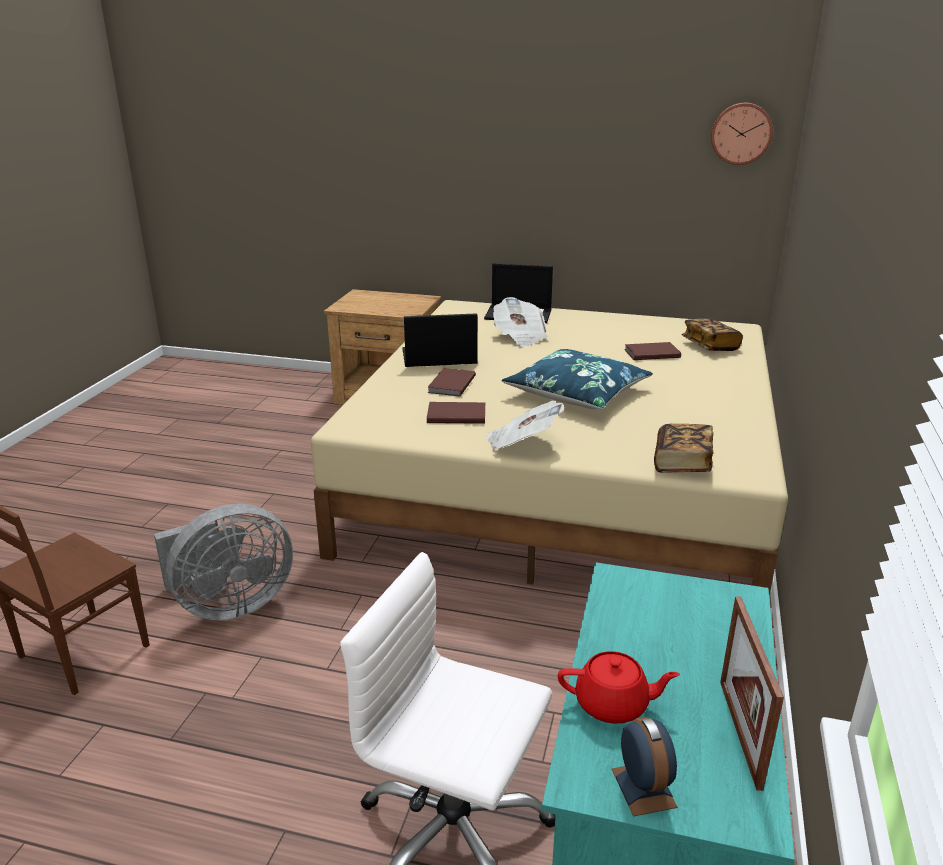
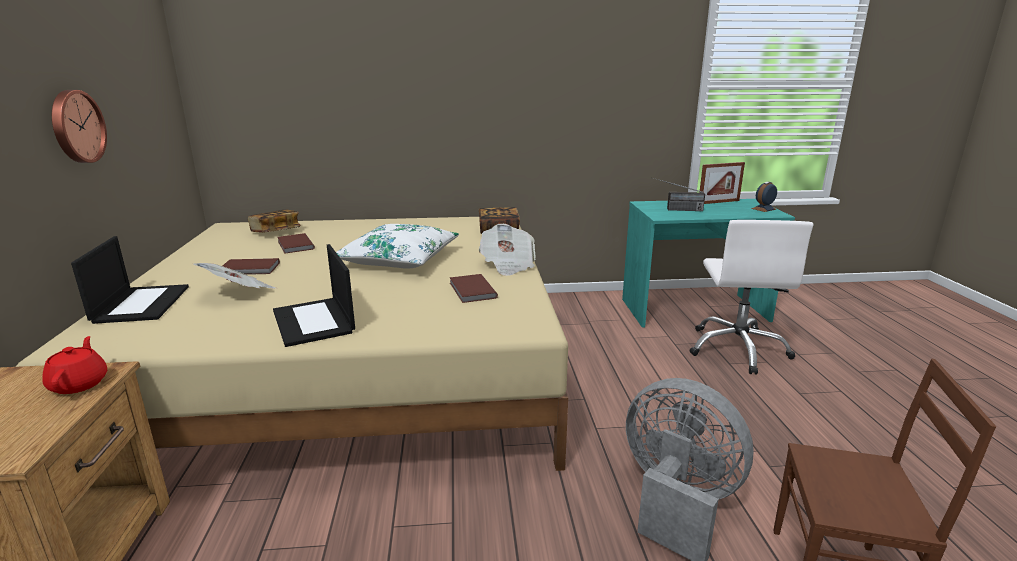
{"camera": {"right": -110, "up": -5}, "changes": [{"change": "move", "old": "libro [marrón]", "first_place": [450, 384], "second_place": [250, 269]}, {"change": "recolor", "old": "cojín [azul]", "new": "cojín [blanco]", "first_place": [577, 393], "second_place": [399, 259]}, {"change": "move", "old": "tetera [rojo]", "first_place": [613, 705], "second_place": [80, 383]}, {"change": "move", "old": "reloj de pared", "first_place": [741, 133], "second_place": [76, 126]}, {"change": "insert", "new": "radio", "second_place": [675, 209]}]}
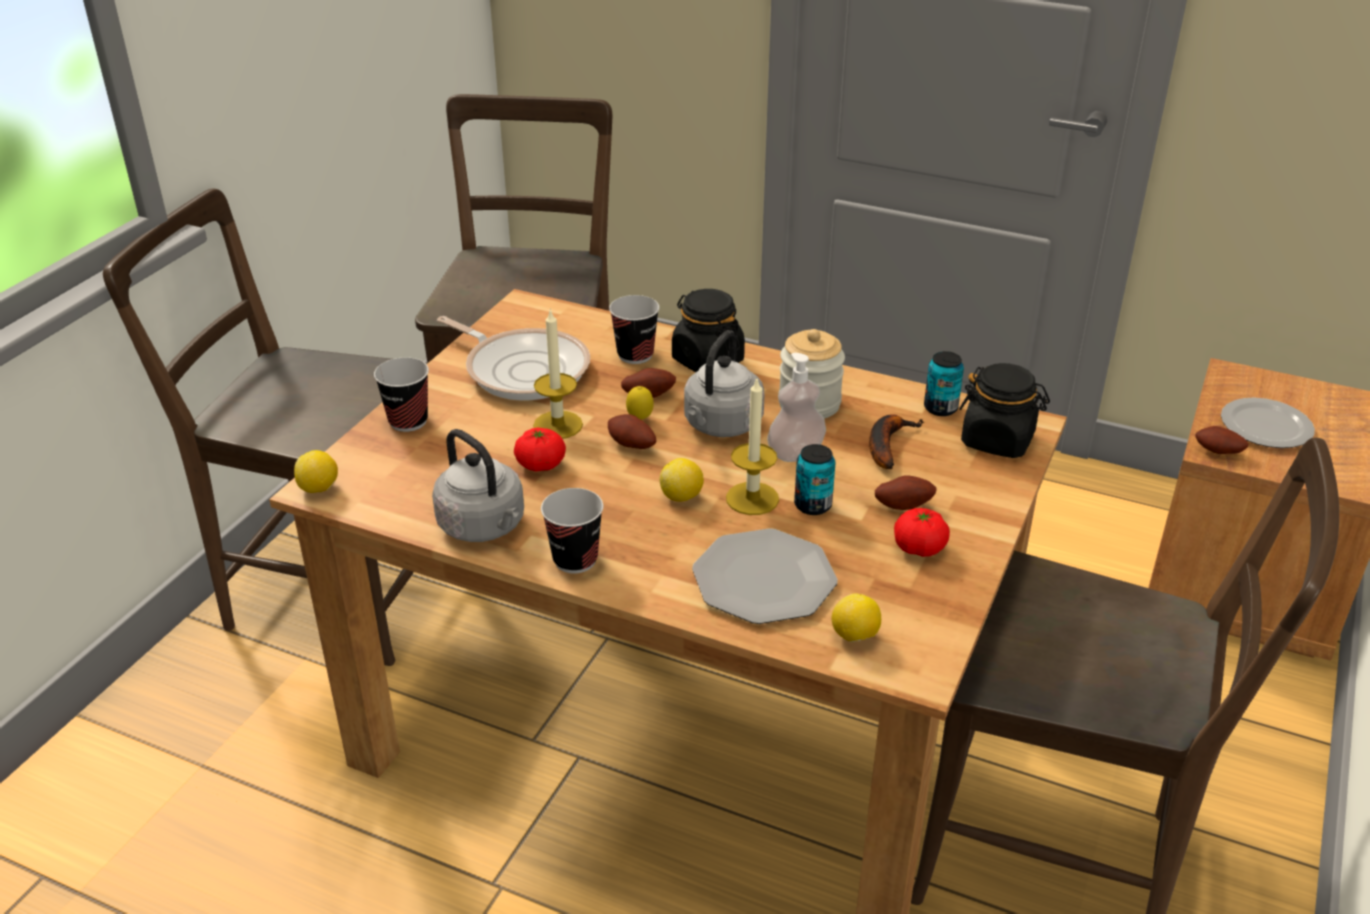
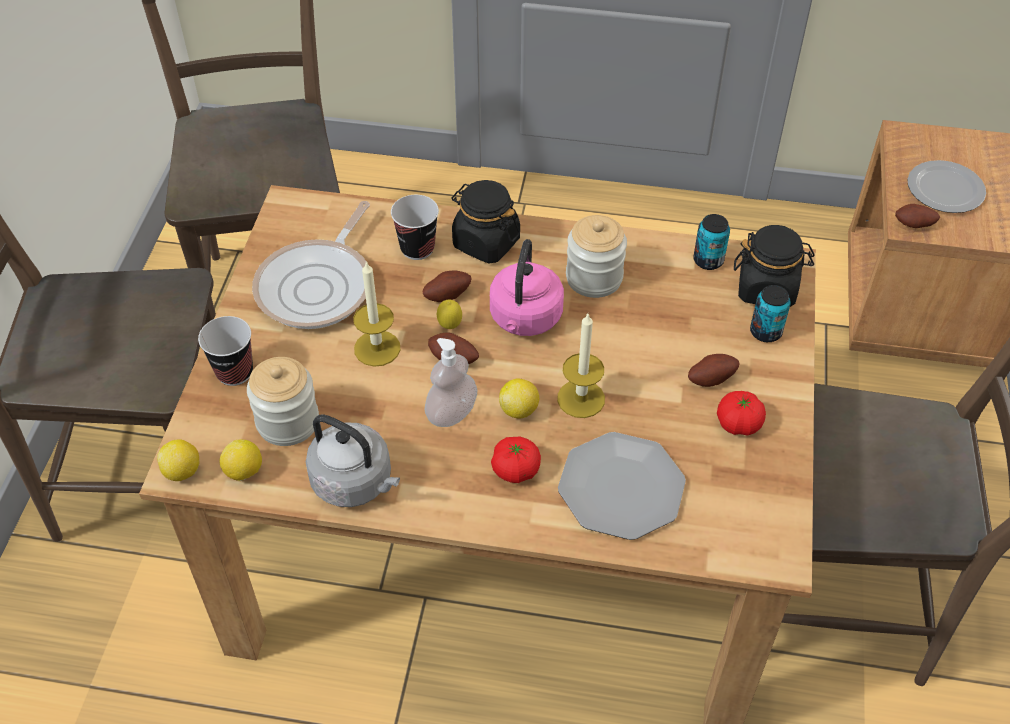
{"camera": {"right": -15, "up": 15}, "changes": [{"change": "rotate", "old": "sartén", "first_place": [523, 369], "second_place": [319, 286], "degrees": 90}, {"change": "move", "old": "tomate", "first_place": [541, 464], "second_place": [515, 469]}, {"change": "delete", "old": "taza", "first_place": [575, 560]}, {"change": "recolor", "old": "hervidor [gris]", "new": "hervidor [rosa]", "first_place": [721, 426], "second_place": [525, 319]}, {"change": "move", "old": "dispensador de jabón", "first_place": [795, 453], "second_place": [451, 413]}, {"change": "move", "old": "lata", "first_place": [812, 505], "second_place": [765, 332]}, {"change": "move", "old": "limón", "first_place": [855, 636], "second_place": [244, 472]}, {"change": "delete", "old": "plátano", "first_place": [887, 444]}, {"change": "insert", "new": "tarro", "second_place": [288, 422]}]}
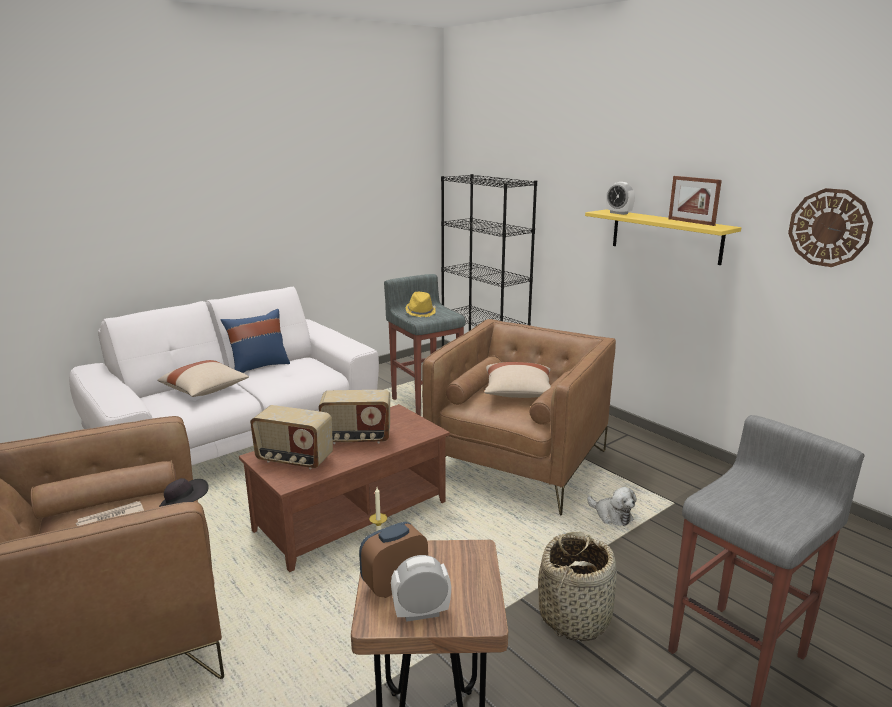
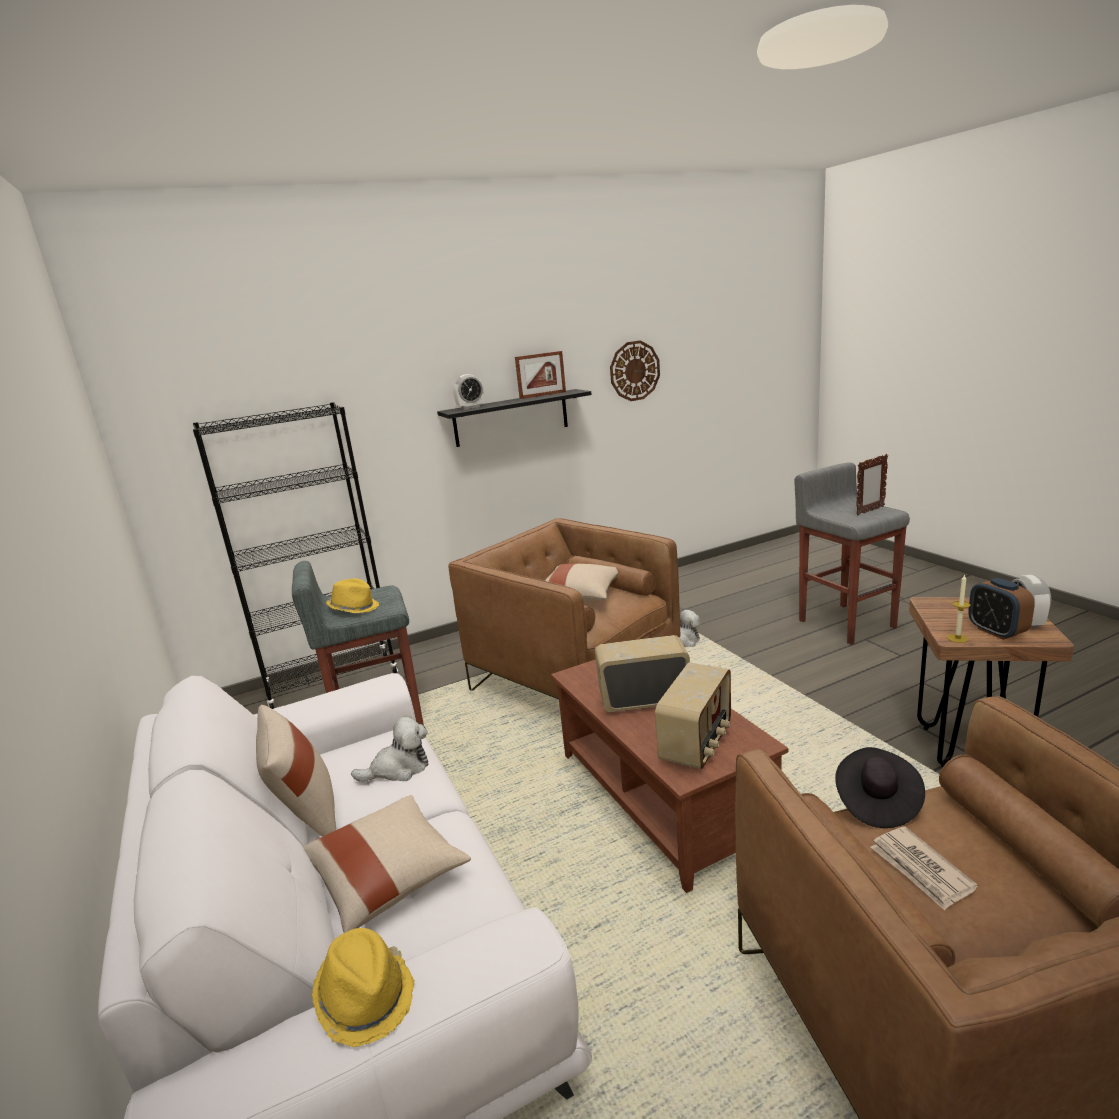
{"camera": {"right": -75, "up": 0}, "changes": [{"change": "recolor", "old": "cojín [azul]", "new": "cojín [beis]", "first_place": [259, 367], "second_place": [307, 817]}, {"change": "rotate", "old": "radio", "first_place": [356, 438], "second_place": [644, 700], "degrees": -105}, {"change": "delete", "old": "cesta", "first_place": [575, 616]}, {"change": "recolor", "old": "estante [amarillo]", "new": "estante [negro]", "first_place": [665, 236], "second_place": [511, 418]}, {"change": "insert", "new": "sombrero [amarillo]", "second_place": [366, 997]}, {"change": "insert", "new": "peluche", "second_place": [399, 768]}, {"change": "insert", "new": "portarretratos", "second_place": [870, 511]}]}
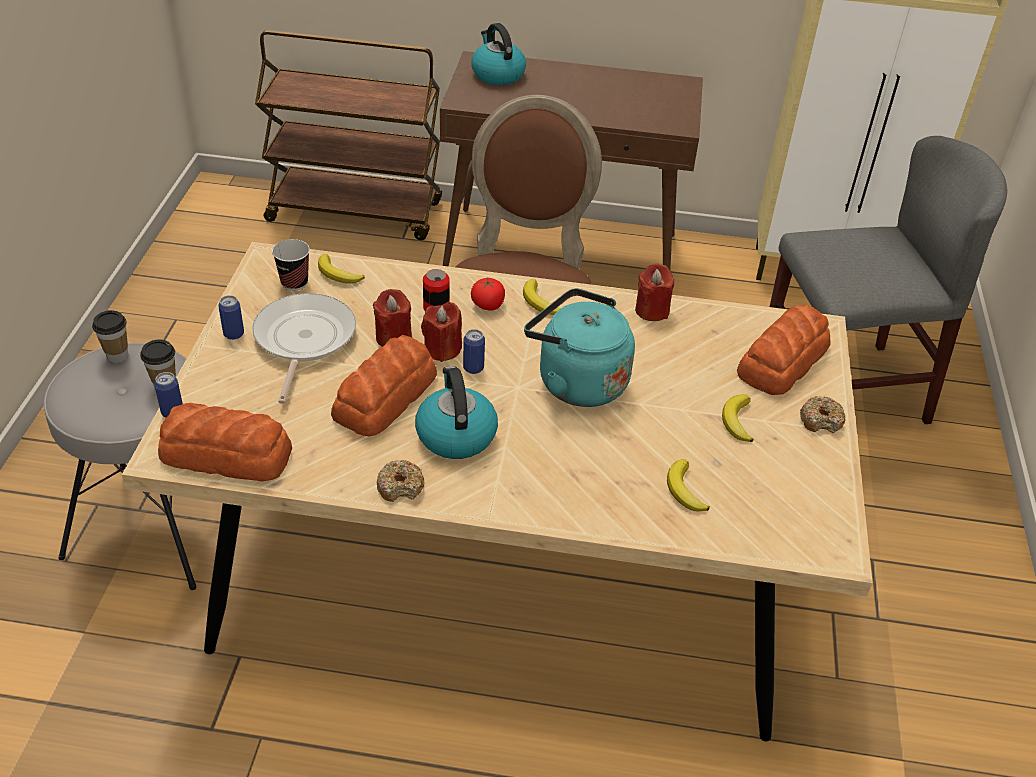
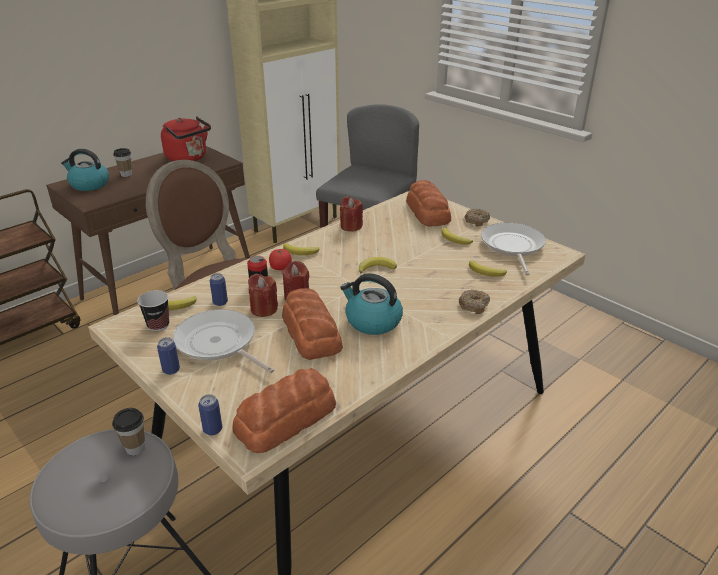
{"camera": {"right": -50, "up": -10}, "changes": [{"change": "move", "old": "taza", "first_place": [117, 356], "second_place": [126, 174]}, {"change": "move", "old": "rosquilla", "first_place": [400, 487], "second_place": [473, 305]}, {"change": "move", "old": "lata", "first_place": [473, 368], "second_place": [220, 302]}, {"change": "replace", "old": "hervidor [turquesa]", "new": "plátano", "first_place": [576, 381], "second_place": [376, 268]}, {"change": "insert", "new": "hervidor [rojo]", "second_place": [188, 158]}, {"change": "insert", "new": "sartén", "second_place": [512, 247]}]}
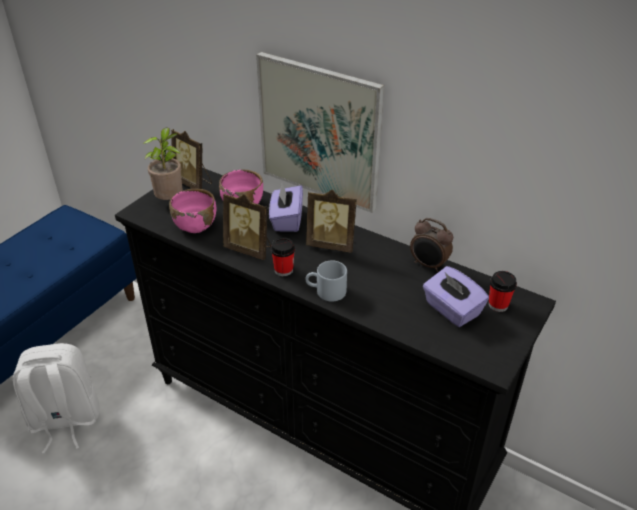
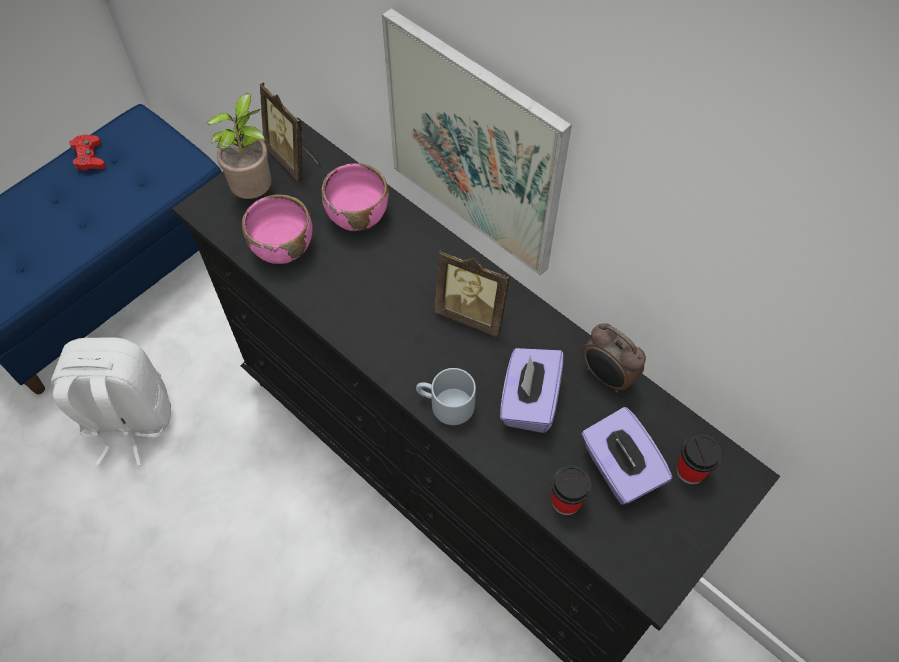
{"camera": {"right": 10, "up": 20}, "changes": [{"change": "delete", "old": "portarretratos", "first_place": [250, 249]}, {"change": "move", "old": "caja de pañuelos [morado]", "first_place": [286, 220], "second_place": [529, 401]}, {"change": "move", "old": "taza", "first_place": [283, 270], "second_place": [566, 501]}, {"change": "insert", "new": "mando de consola [rojo]", "second_place": [89, 157]}]}
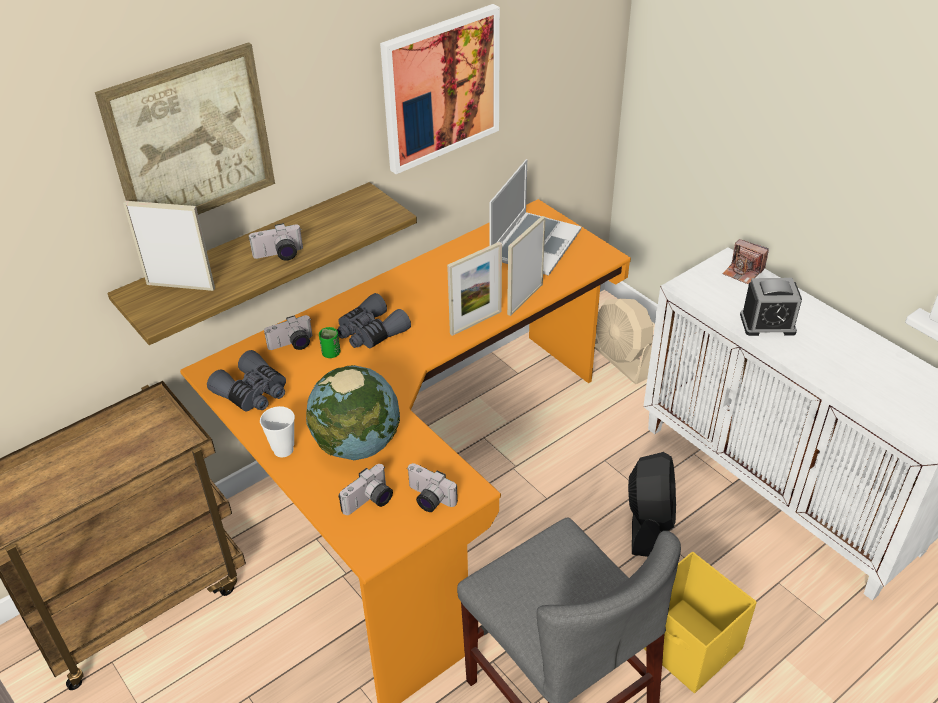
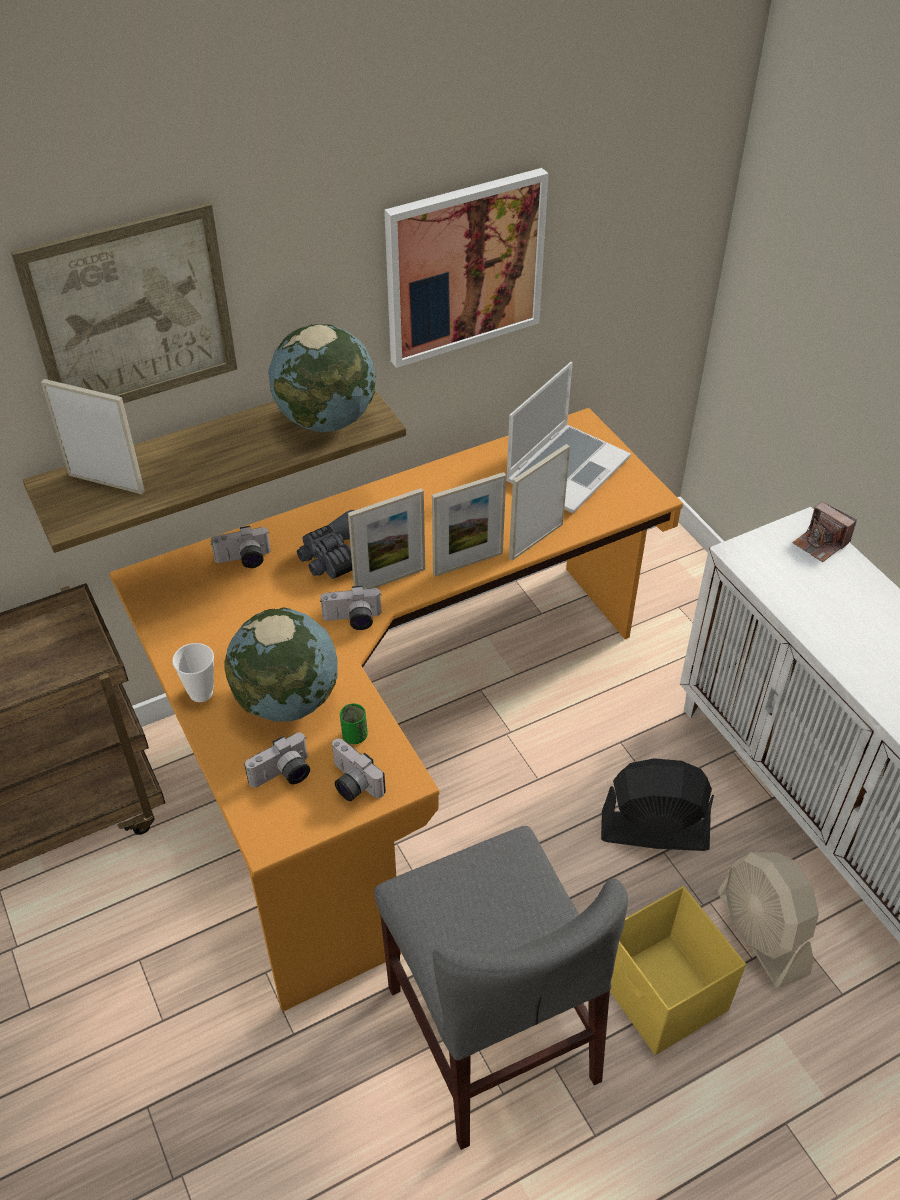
{"camera": {"right": 10, "up": 5}, "changes": [{"change": "delete", "old": "prismáticos [gris]", "first_place": [253, 393]}, {"change": "move", "old": "cámara", "first_place": [279, 255], "second_place": [353, 620]}, {"change": "move", "old": "taza [verde]", "first_place": [331, 353], "second_place": [354, 736]}, {"change": "move", "old": "ventilador [beis]", "first_place": [622, 360], "second_place": [762, 934]}, {"change": "rotate", "old": "ventilador [negro]", "first_place": [648, 522], "second_place": [654, 831], "degrees": -105}, {"change": "delete", "old": "despertador", "first_place": [767, 324]}, {"change": "insert", "new": "globo terráqueo", "second_place": [326, 420]}, {"change": "insert", "new": "portarretratos", "second_place": [390, 580]}]}
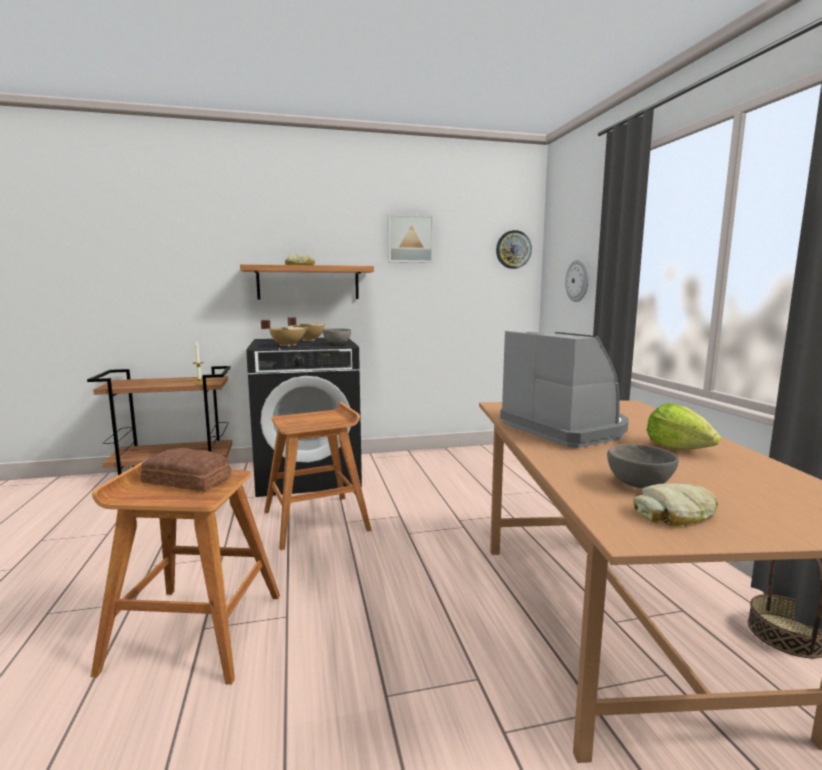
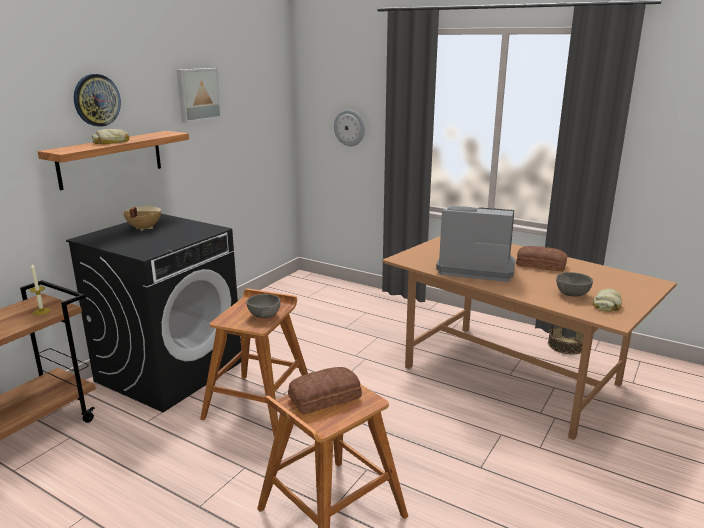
{"camera": {"right": -45, "up": 10}, "changes": [{"change": "delete", "old": "olla [beis]", "first_place": [287, 345]}, {"change": "move", "old": "cuenco [gris]", "first_place": [337, 344], "second_place": [264, 316]}, {"change": "move", "old": "reloj de pared", "first_place": [513, 249], "second_place": [96, 100]}, {"change": "replace", "old": "lechuga", "new": "pan", "first_place": [678, 448], "second_place": [540, 264]}]}
